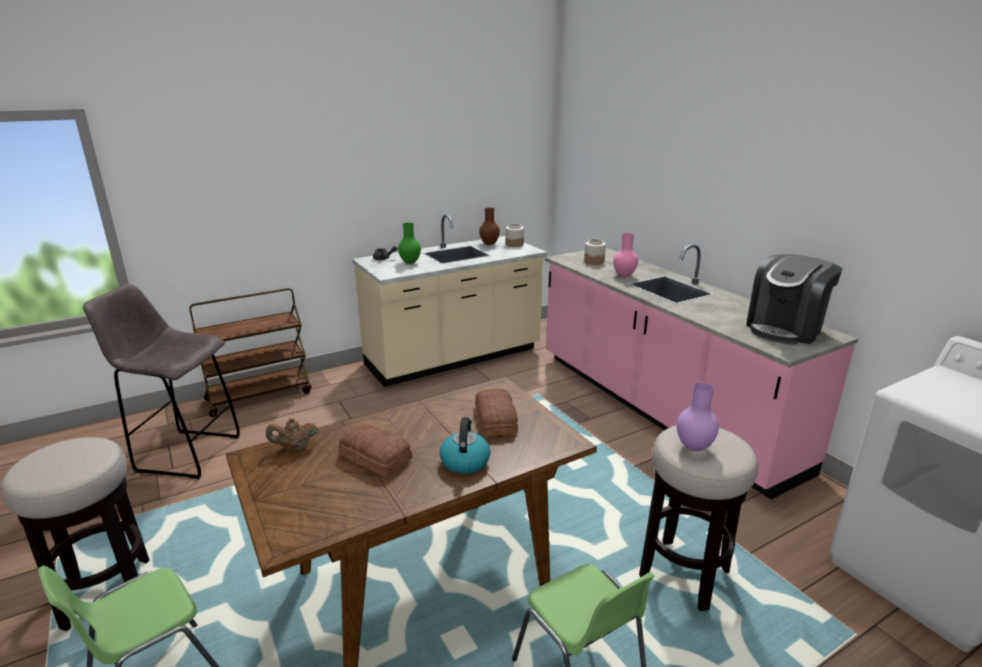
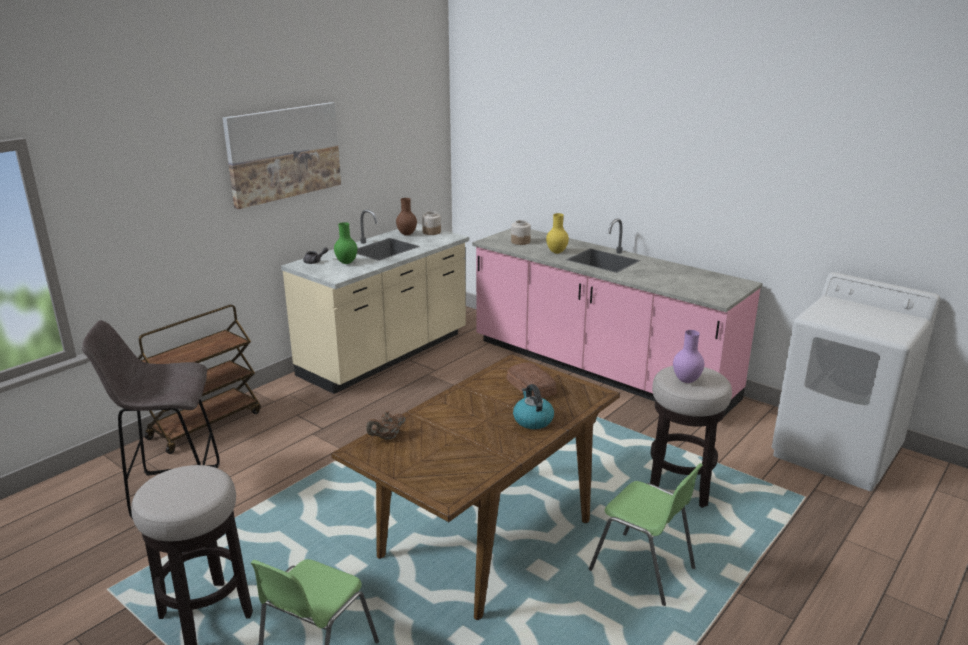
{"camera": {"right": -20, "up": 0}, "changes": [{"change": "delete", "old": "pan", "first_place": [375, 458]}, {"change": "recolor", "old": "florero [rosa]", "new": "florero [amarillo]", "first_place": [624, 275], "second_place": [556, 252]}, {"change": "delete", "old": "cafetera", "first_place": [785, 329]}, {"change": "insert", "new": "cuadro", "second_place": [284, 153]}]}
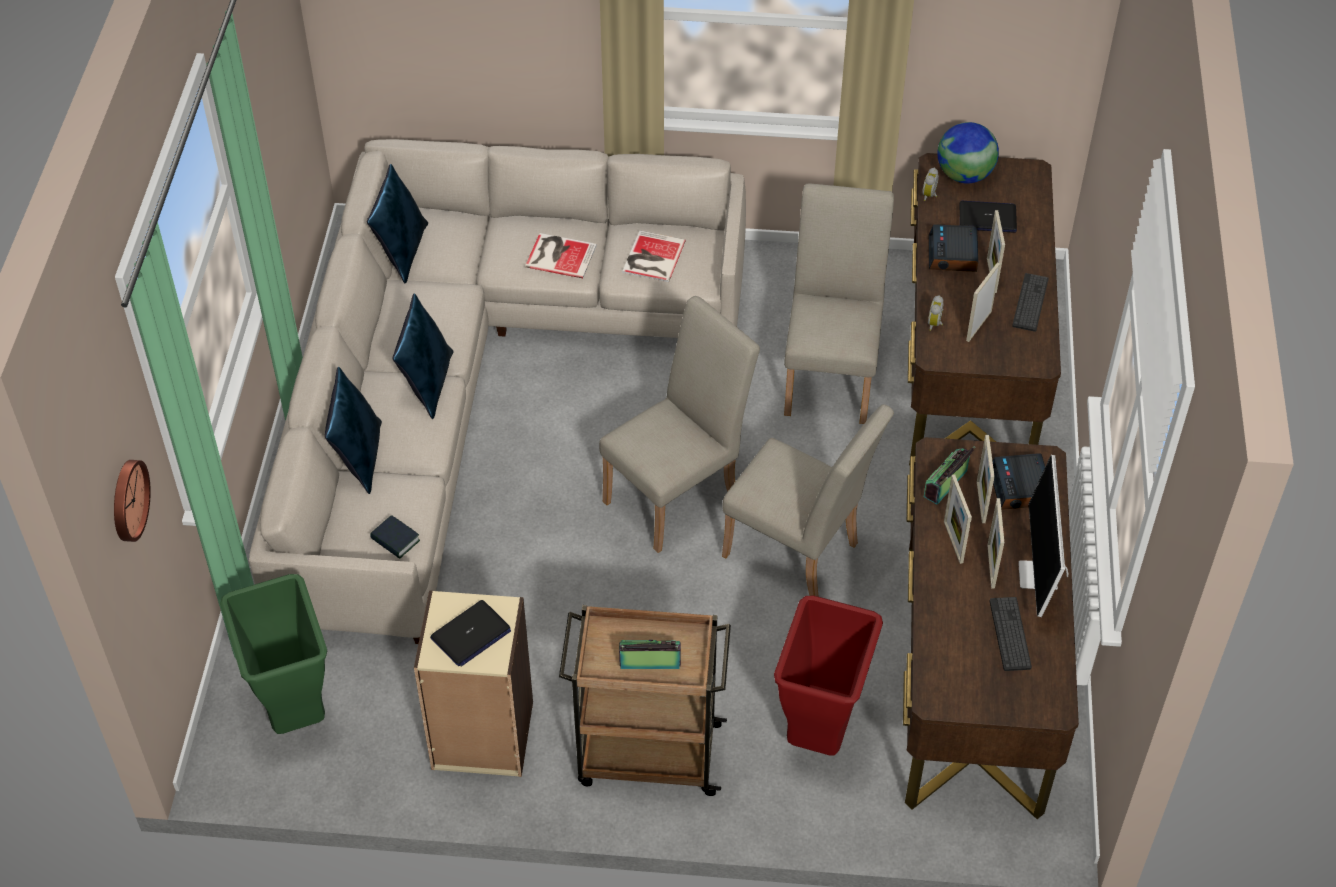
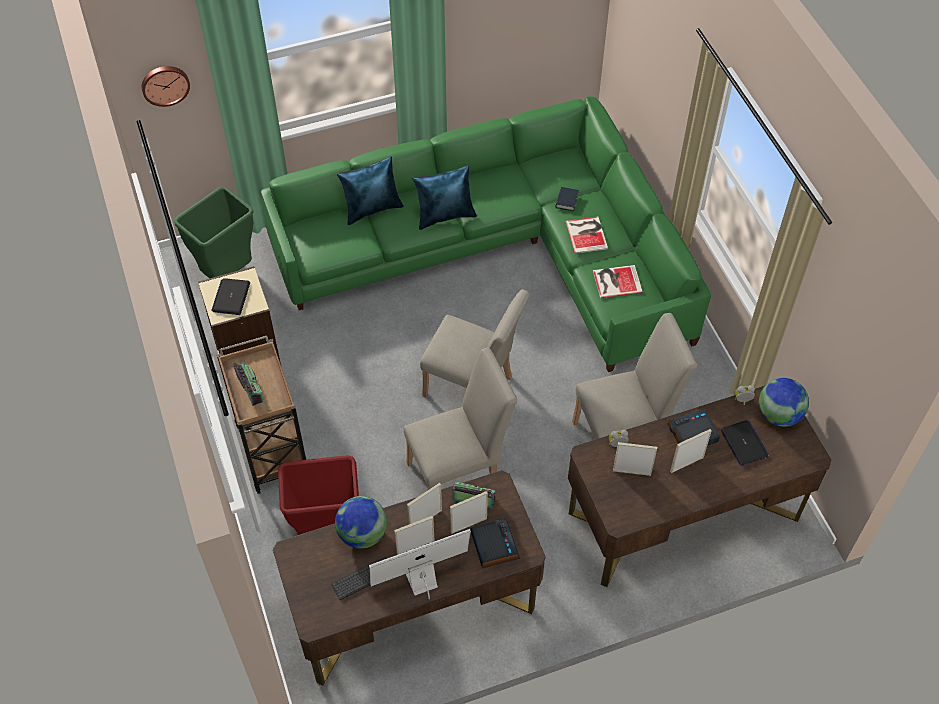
{"camera": {"right": 65, "up": 5}, "changes": [{"change": "recolor", "old": "sofá [beis]", "new": "sofá [verde]", "first_place": [471, 381], "second_place": [502, 250]}, {"change": "delete", "old": "cojín [azul]", "first_place": [402, 251]}, {"change": "move", "old": "libro", "first_place": [395, 540], "second_place": [566, 201]}, {"change": "rotate", "old": "portátil", "first_place": [470, 634], "second_place": [231, 297], "degrees": 75}, {"change": "rotate", "old": "silla [beis]", "first_place": [799, 555], "second_place": [460, 472], "degrees": -120}, {"change": "rotate", "old": "despertador", "first_place": [1021, 488], "second_place": [494, 546], "degrees": 105}, {"change": "delete", "old": "teclado", "first_place": [1030, 302]}, {"change": "insert", "new": "globo terráqueo", "second_place": [362, 534]}]}
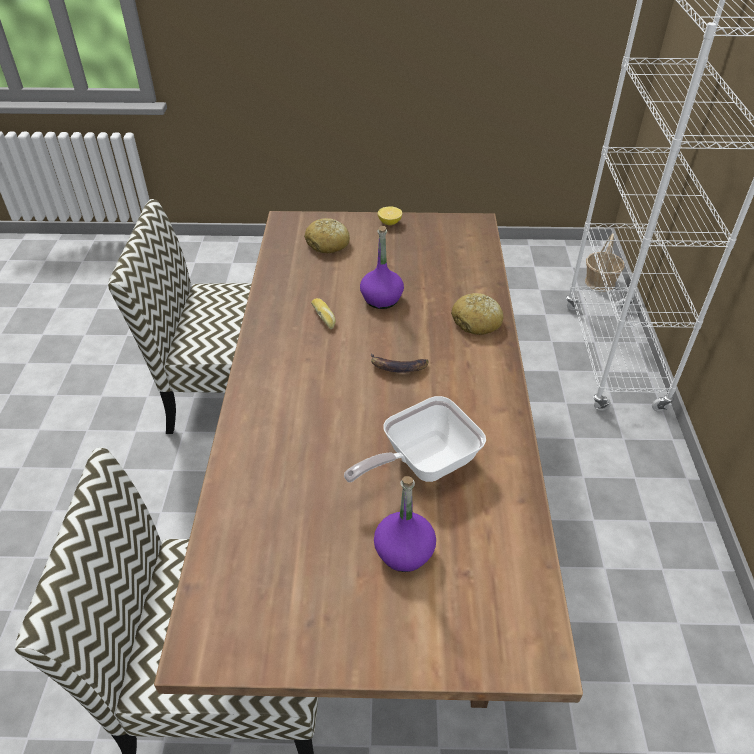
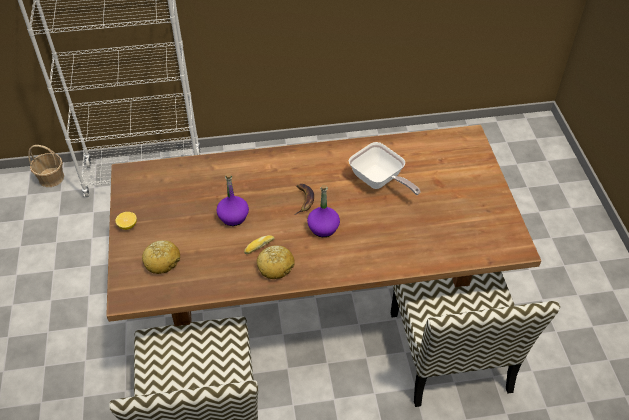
{"camera": {"right": -100, "up": 5}, "changes": [{"change": "move", "old": "botella [morado]", "first_place": [404, 552], "second_place": [323, 228]}, {"change": "move", "old": "pan", "first_place": [476, 322], "second_place": [275, 266]}]}
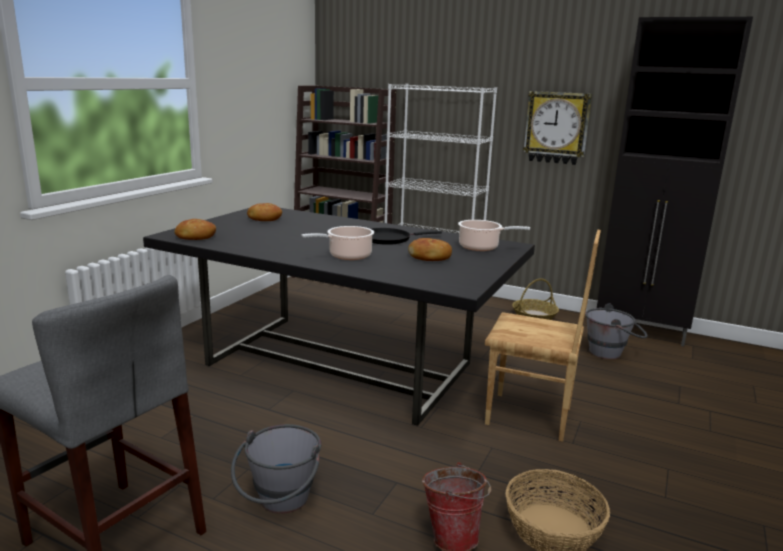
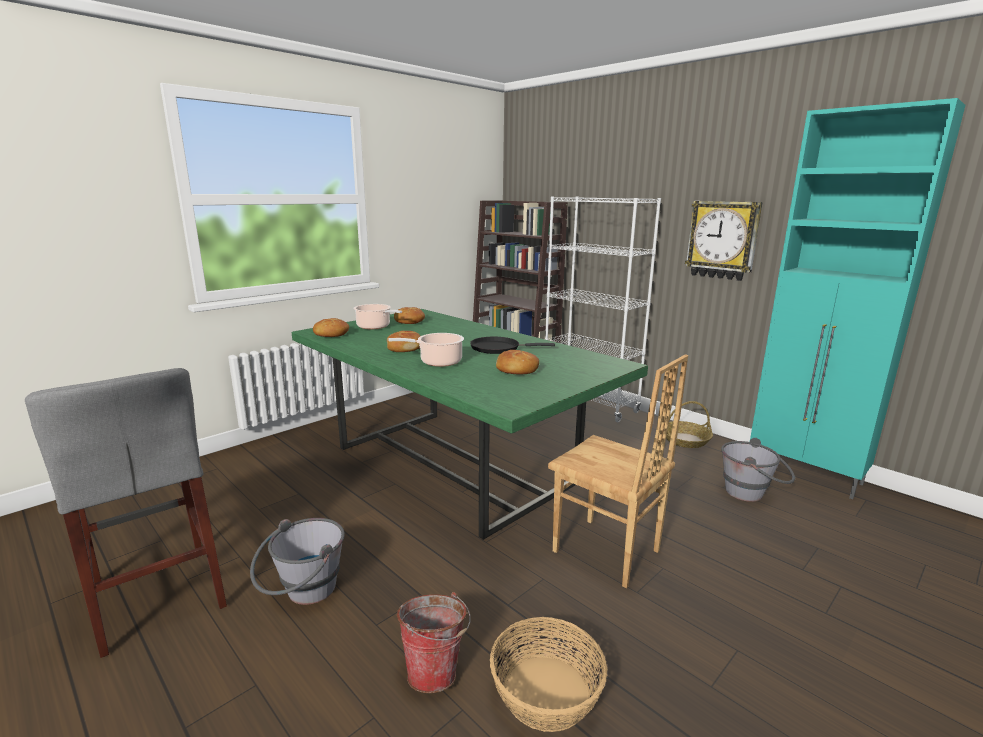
{"camera": {"right": 20, "up": 0}, "changes": [{"change": "recolor", "old": "mesa de comedor [negro]", "new": "mesa de comedor [verde]", "first_place": [342, 365], "second_place": [455, 465]}, {"change": "move", "old": "olla", "first_place": [481, 247], "second_place": [375, 327]}, {"change": "recolor", "old": "armario [negro]", "new": "armario [turquesa]", "first_place": [642, 332], "second_place": [806, 475]}, {"change": "insert", "new": "pan", "second_place": [405, 348]}]}
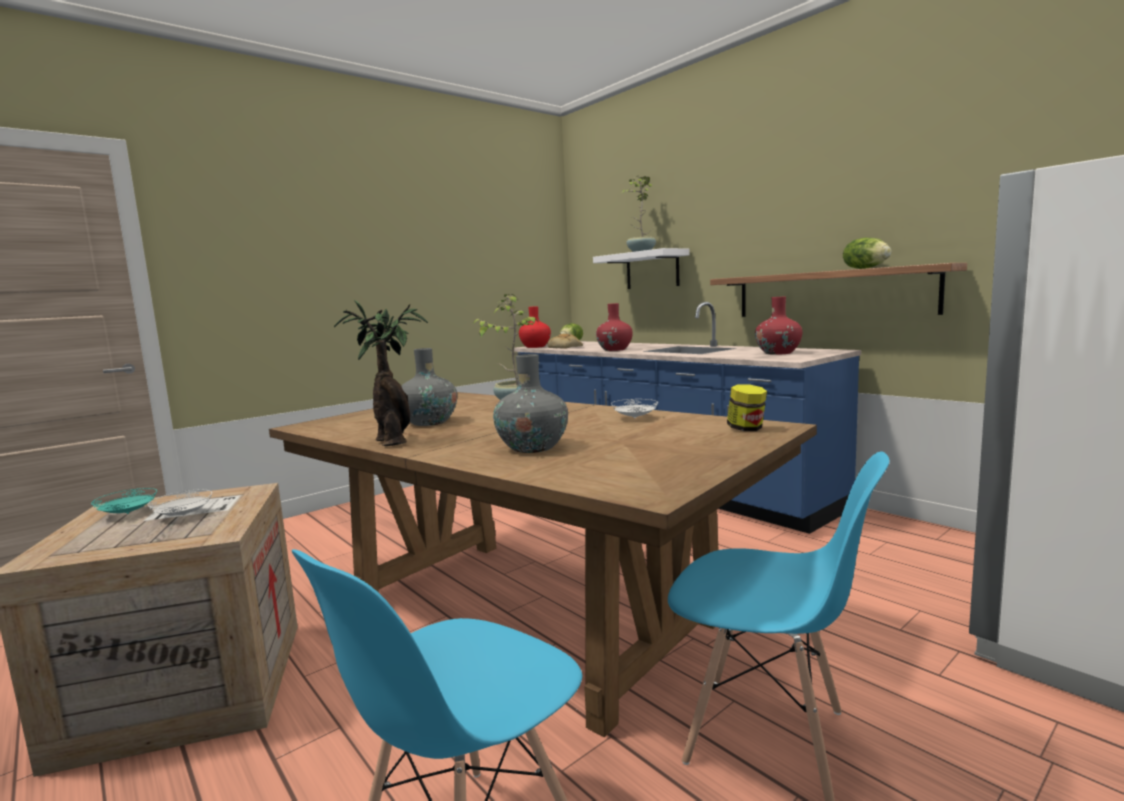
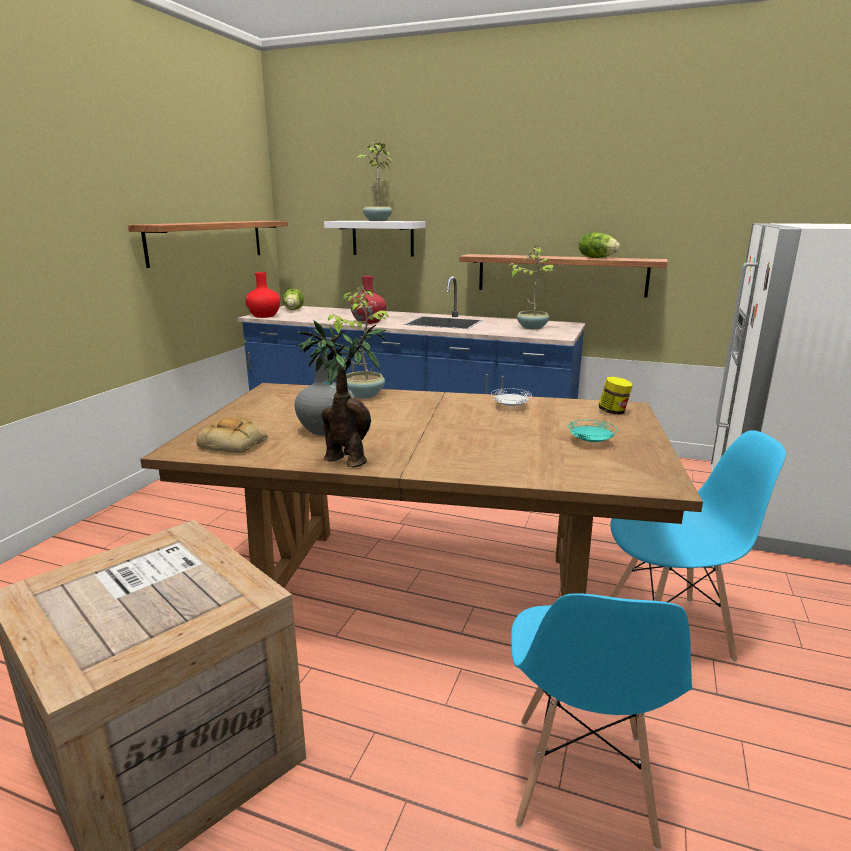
{"camera": {"right": -30, "up": 10}, "changes": [{"change": "move", "old": "plato [turquesa]", "first_place": [128, 513], "second_place": [590, 442]}, {"change": "delete", "old": "plato [blanco]", "first_place": [183, 516]}, {"change": "delete", "old": "florero [gris]", "first_place": [533, 447]}, {"change": "move", "old": "pan", "first_place": [566, 347], "second_place": [235, 443]}, {"change": "replace", "old": "florero [rojo]", "new": "planta en maceta", "first_place": [778, 353], "second_place": [532, 327]}, {"change": "insert", "new": "estante", "second_place": [207, 241]}]}
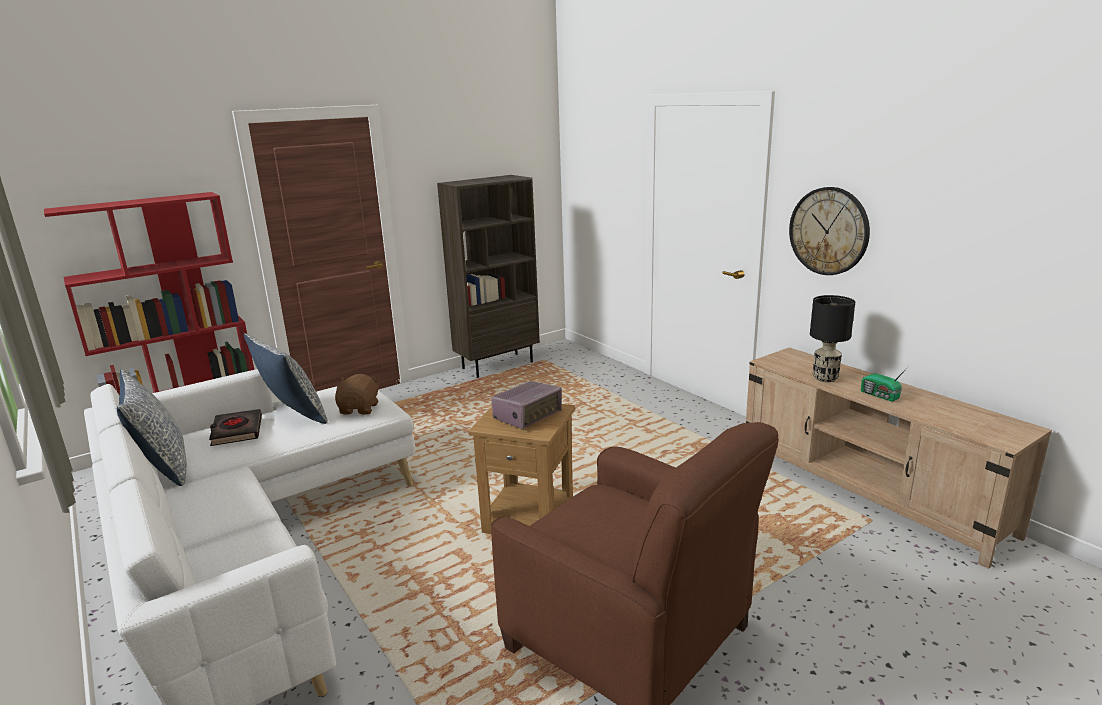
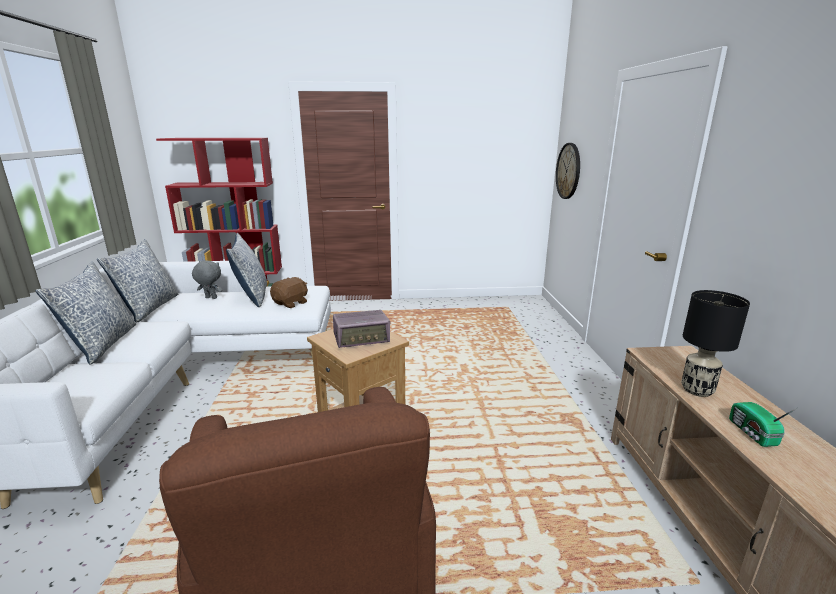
{"camera": {"right": 30, "up": 0}, "changes": [{"change": "replace", "old": "libro [negro]", "new": "peluche [gris]", "first_place": [236, 431], "second_place": [210, 298]}, {"change": "delete", "old": "estantería [marrón]", "first_place": [497, 365]}, {"change": "move", "old": "reloj de pared", "first_place": [829, 231], "second_place": [568, 171]}, {"change": "insert", "new": "cojín", "second_place": [102, 344]}]}
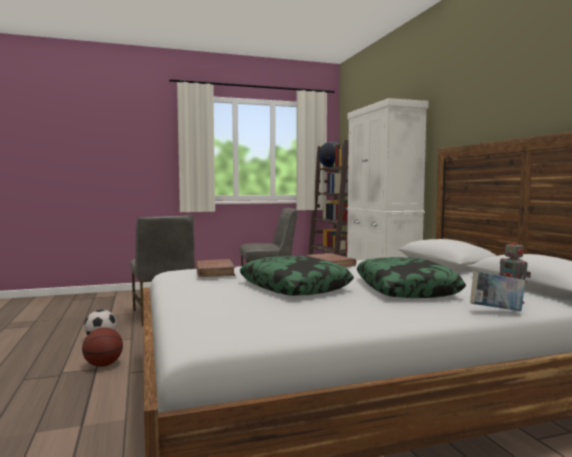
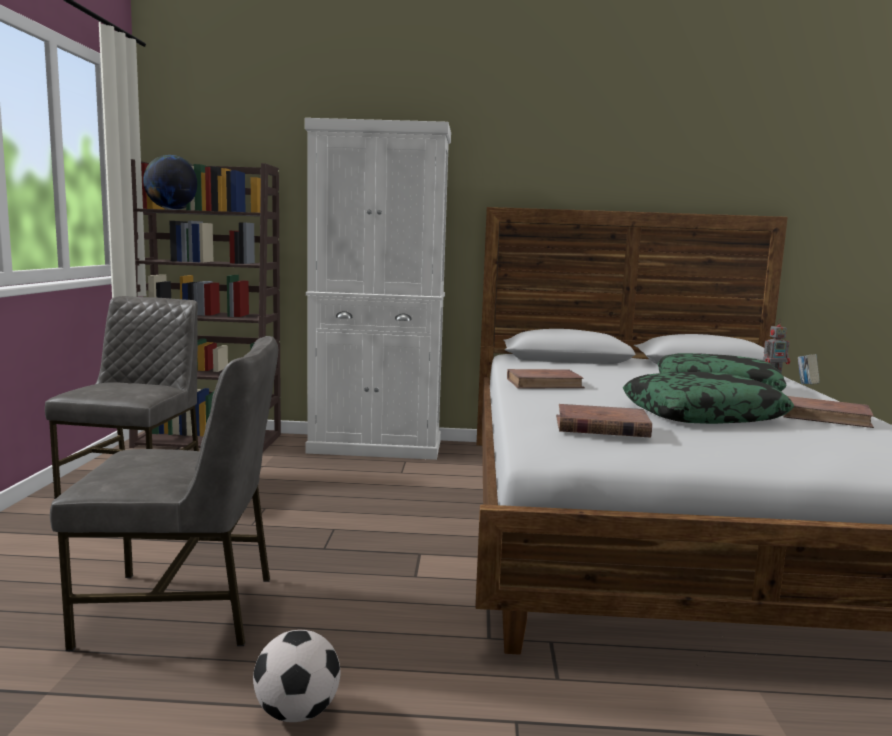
{"camera": {"right": -70, "up": 5}, "changes": [{"change": "delete", "old": "balón de baloncesto", "first_place": [103, 365]}, {"change": "insert", "new": "libro [marrón]", "second_place": [826, 417]}]}
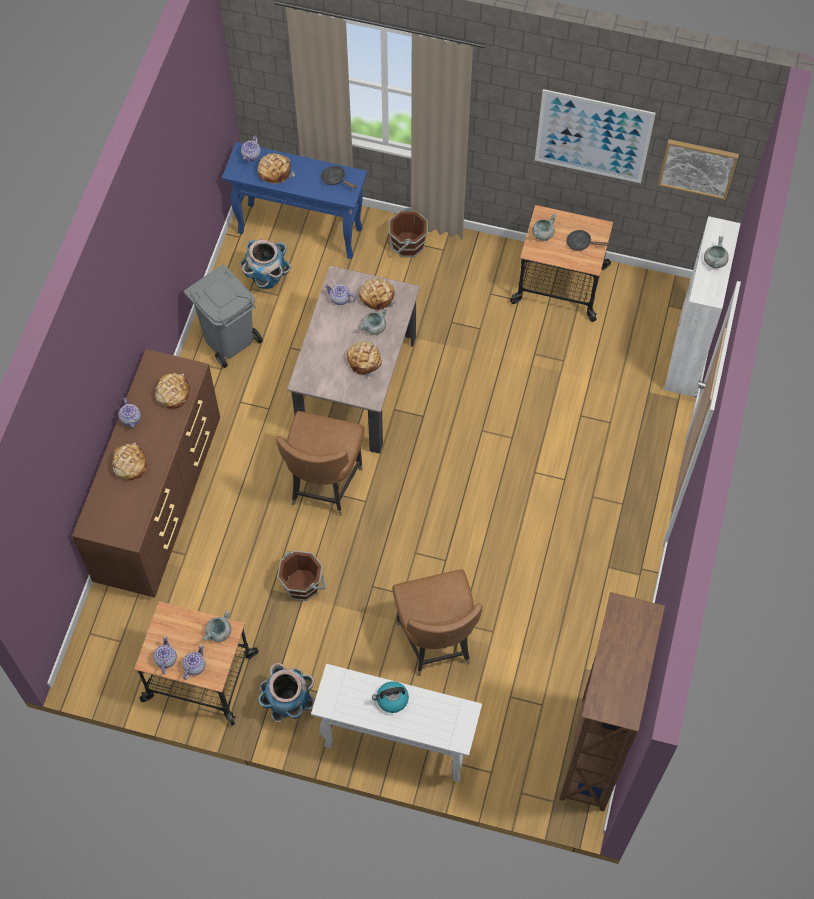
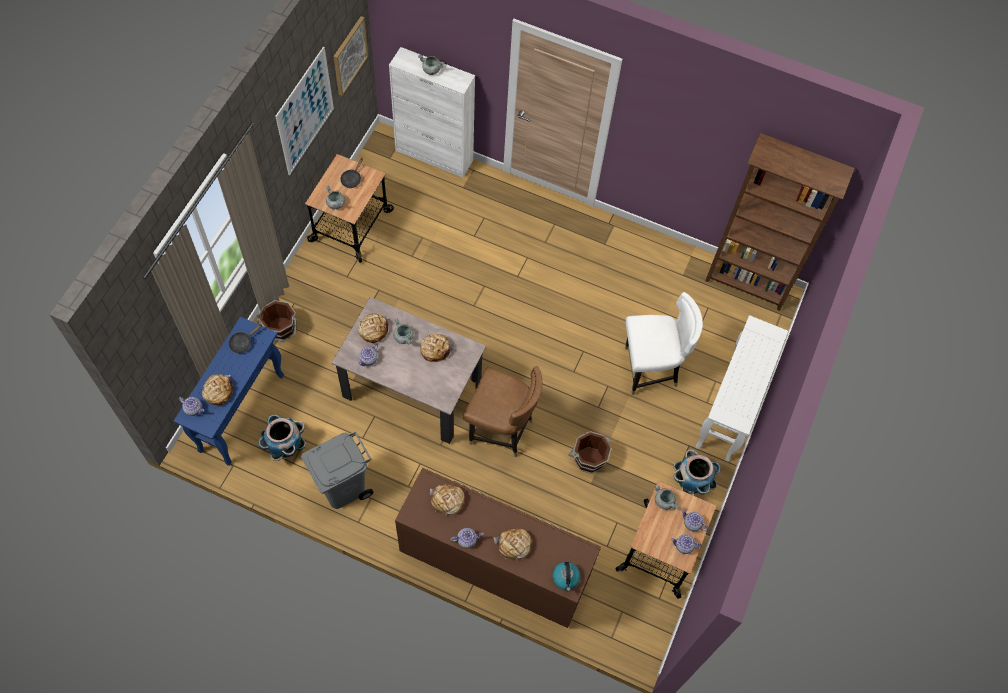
{"camera": {"right": -85, "up": 0}, "changes": [{"change": "move", "old": "hervidor", "first_place": [391, 699], "second_place": [566, 578]}, {"change": "recolor", "old": "silla [marrón]", "new": "silla [blanco]", "first_place": [435, 641], "second_place": [650, 369]}]}
